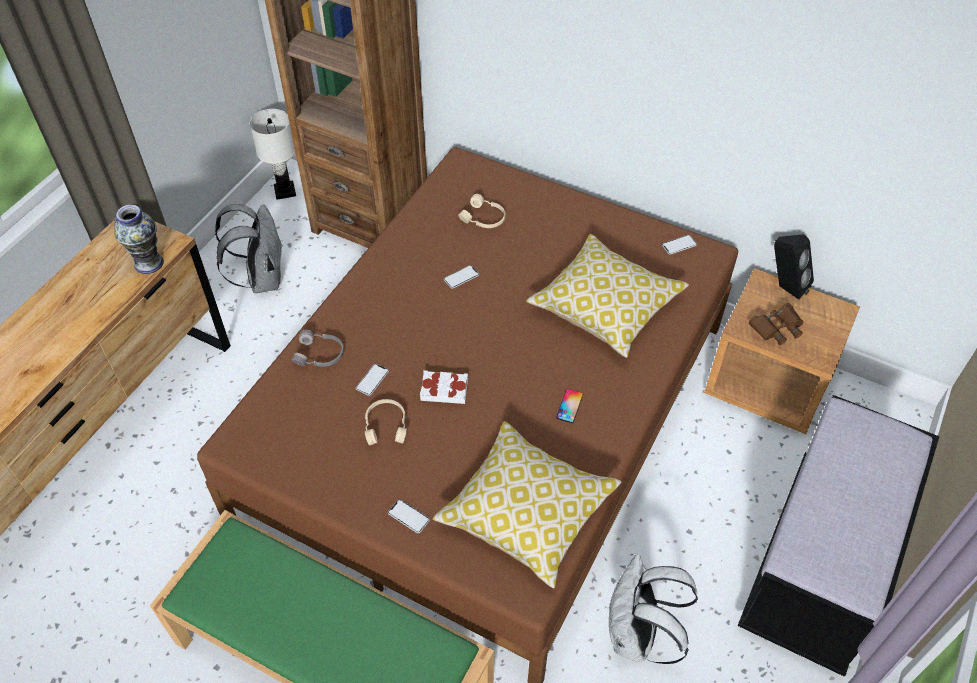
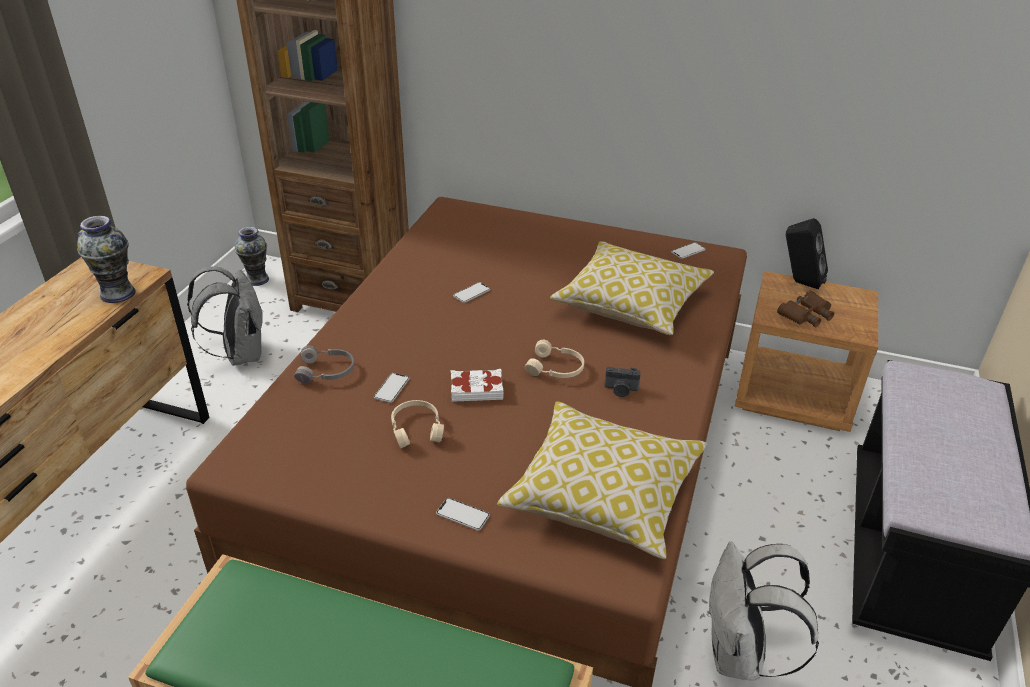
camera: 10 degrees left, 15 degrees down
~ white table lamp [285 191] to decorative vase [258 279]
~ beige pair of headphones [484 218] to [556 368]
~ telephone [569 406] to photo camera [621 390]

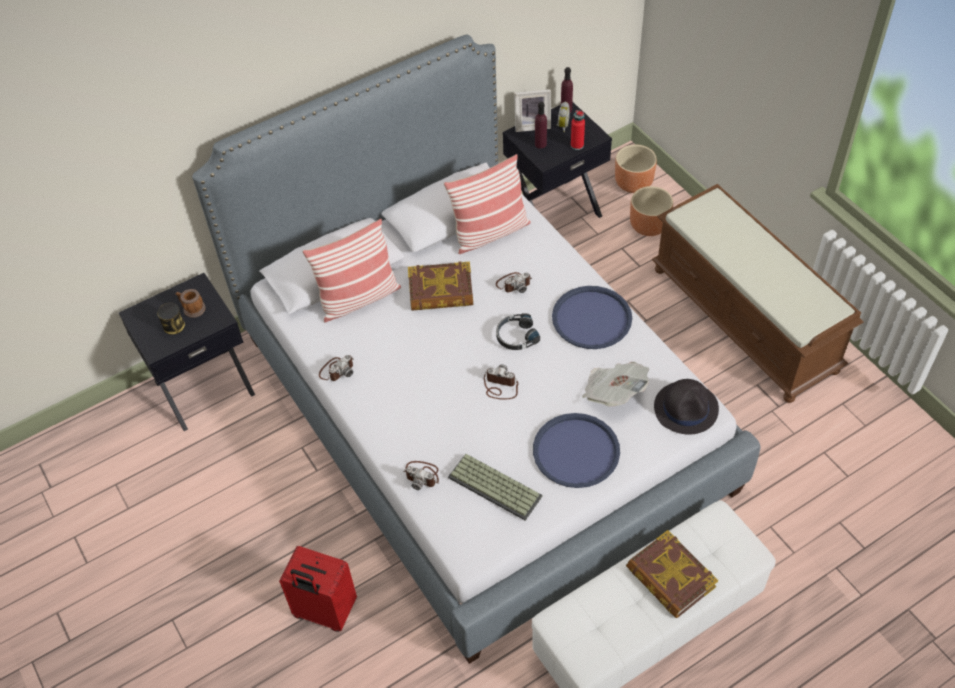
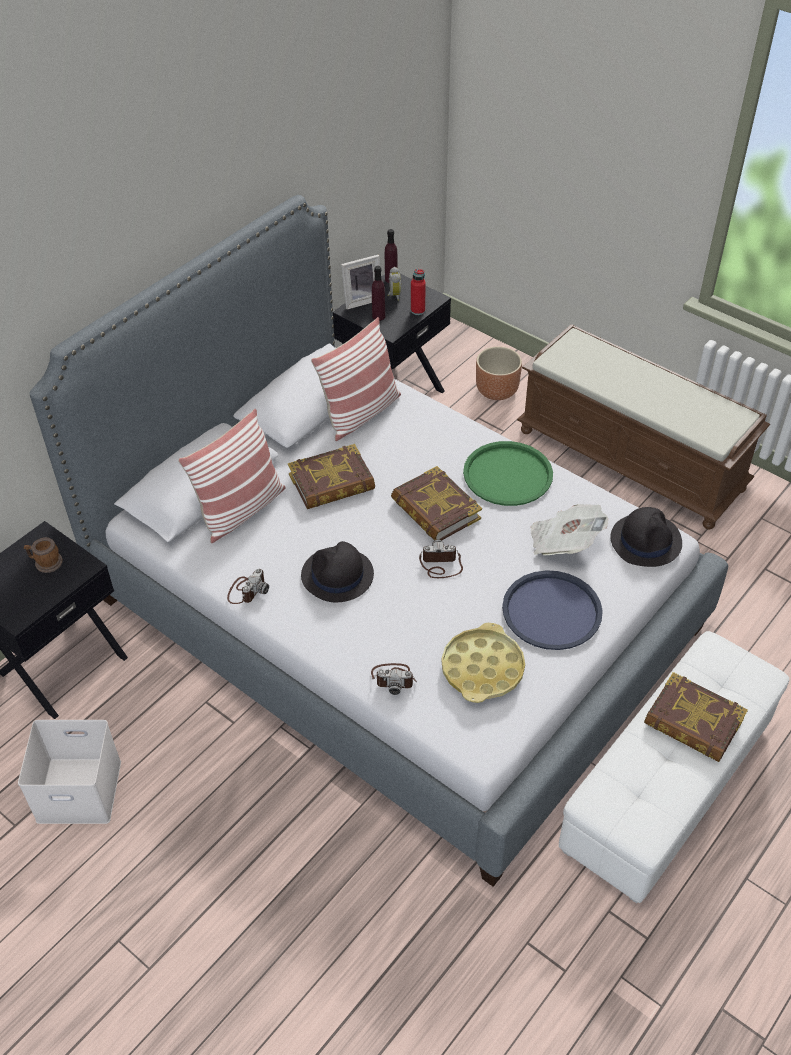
camera: 20 degrees left, 5 degrees down
- sealed can [174 326]
- red-coloured suitcase [324 611]
~ keyboard [496 486] to yellowish tray [482 668]
- photo camera [514 283]
~ blackish pair of headphones [516 336] to bound book [435 510]
~ bluish tray [592 318] to greenish tray [508 474]
- brownish plant pot [634 184]
+ white storage bin [77 792]
+ blackish hat [337 576]

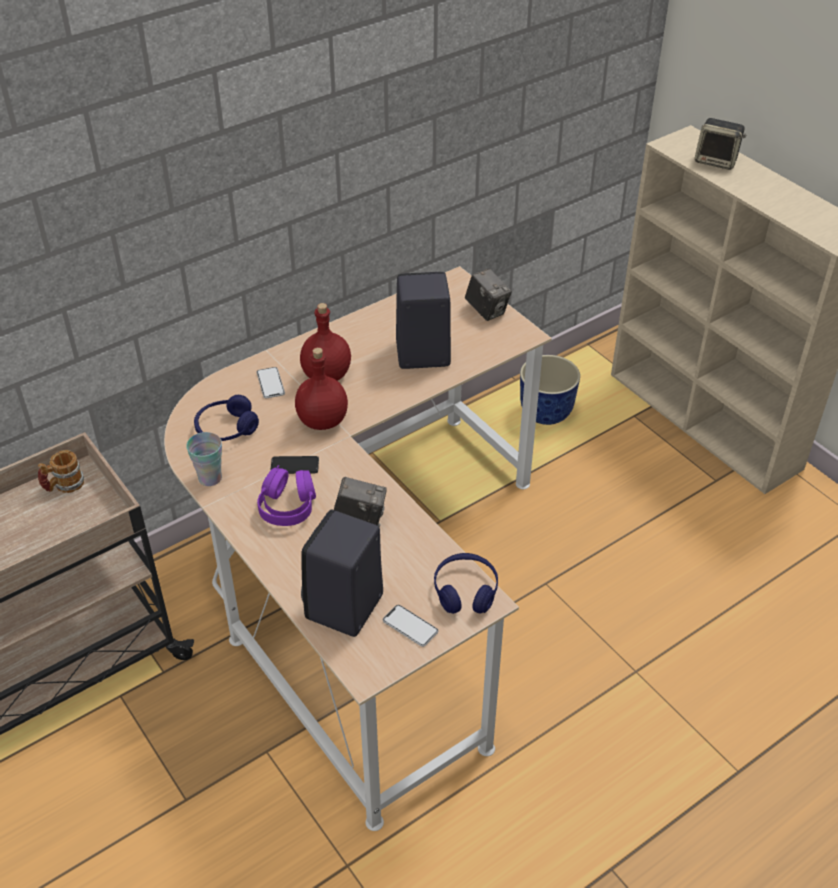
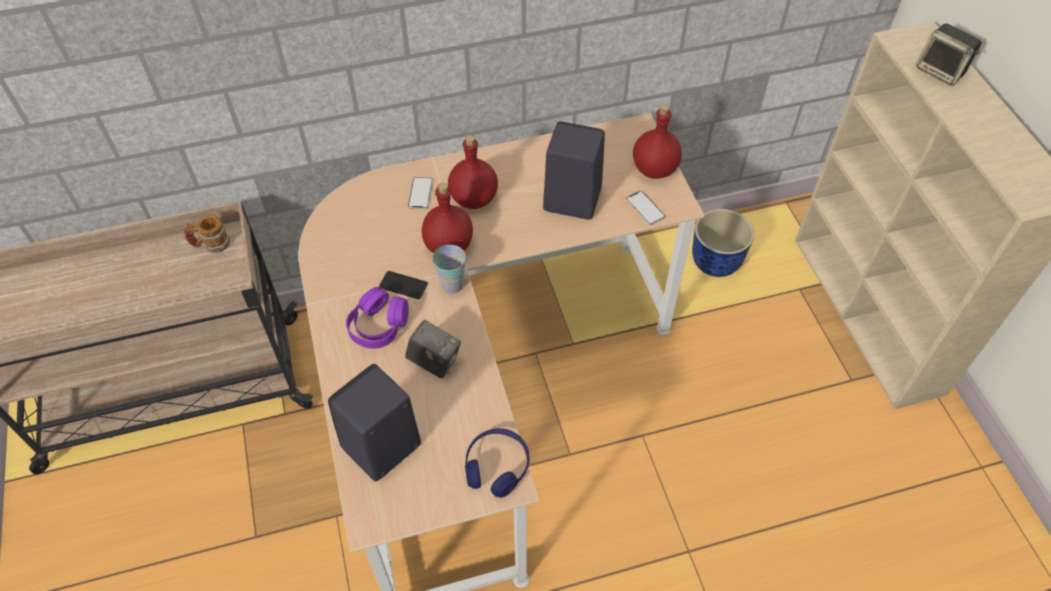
camera: 20 degrees right, 10 degrees up
~ small cup [210 478] to [452 285]
- bluish pair of headphones [226 428]
~ telephone [410 626] to [645 208]
~ photo camera [487 310] to red-coloured beverage bottle [654 168]

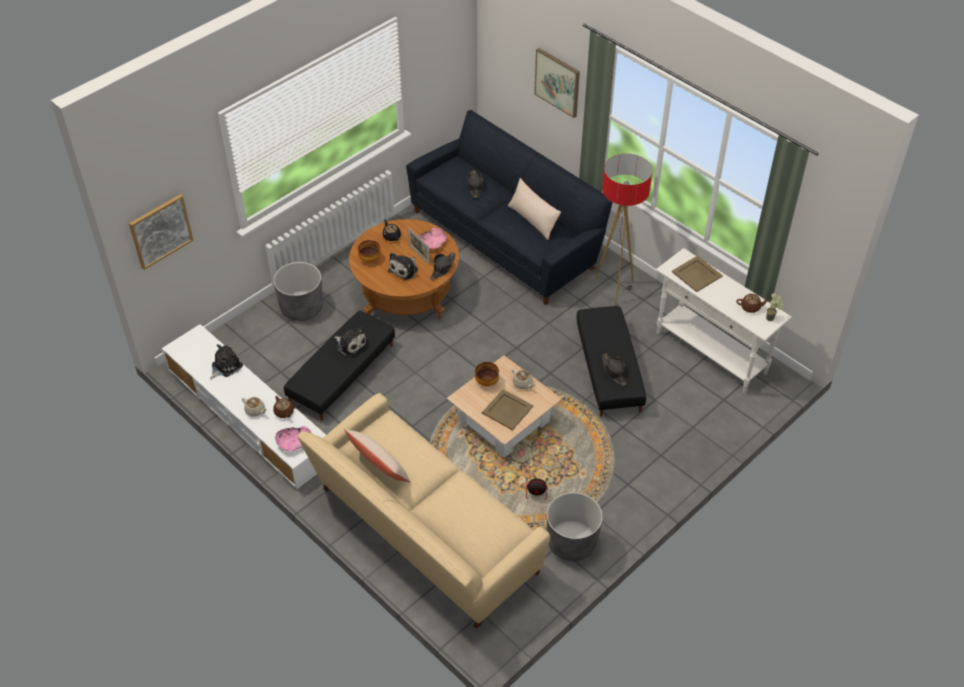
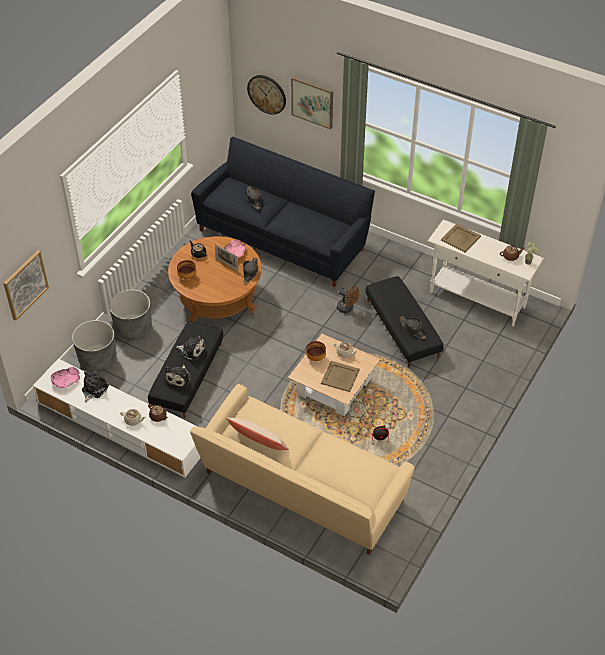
camera: 15 degrees left, 0 degrees up
~ pinkish bowl [294 442] to [66 381]
~ soft toy [404 269] to [179 378]
- beige throw pillow [533 219]
~ gray plant pot [571 542] to [98 359]
- standard lamp [615 289]
+ wall clock [267 94]
+ brownish fan [347 308]

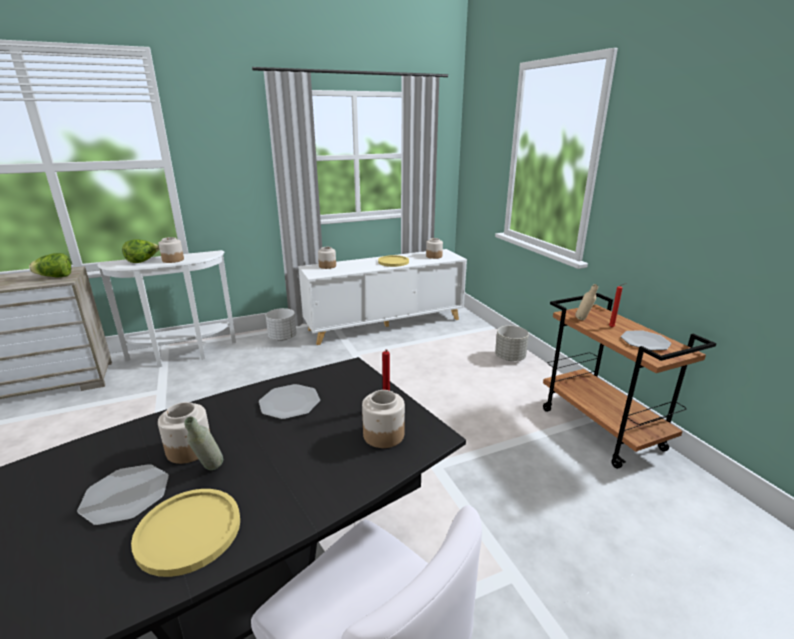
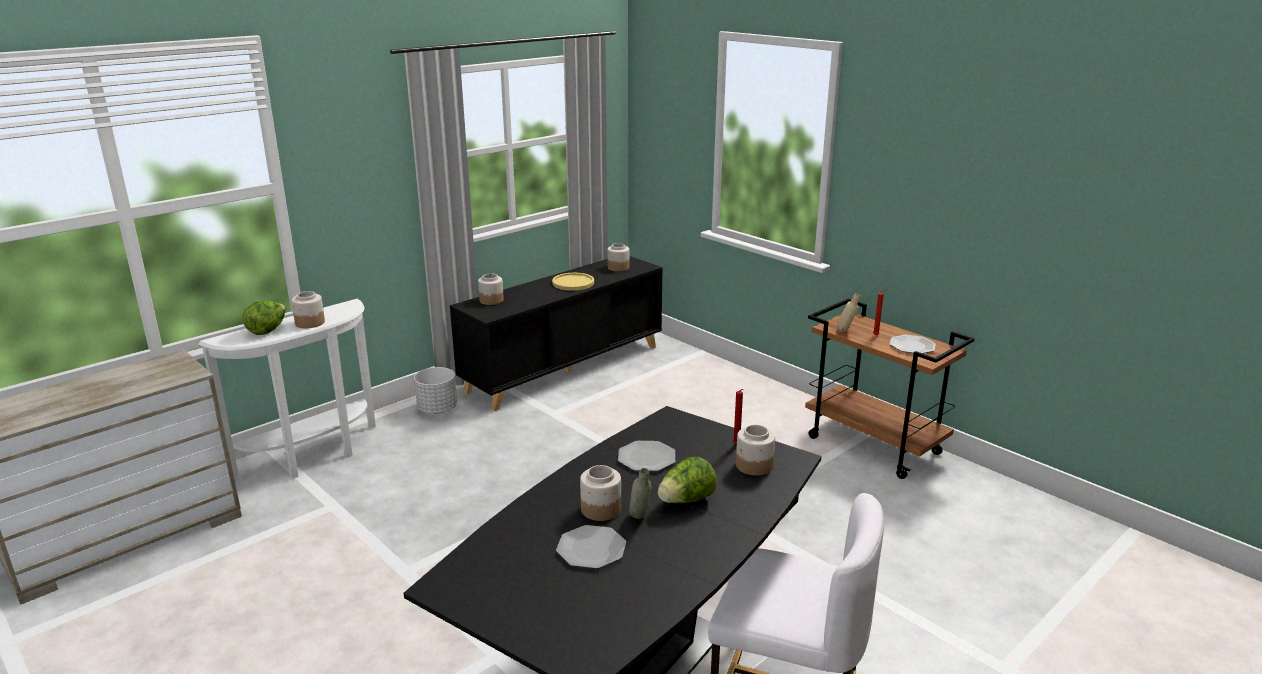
camera: 20 degrees left, 0 degrees up
~ lettuce [55 277] to [686 500]
- yellowish plate [188 531]
~ white cupboard [385 324] to blackish cupboard [565 368]
- gray plant pot [509 357]

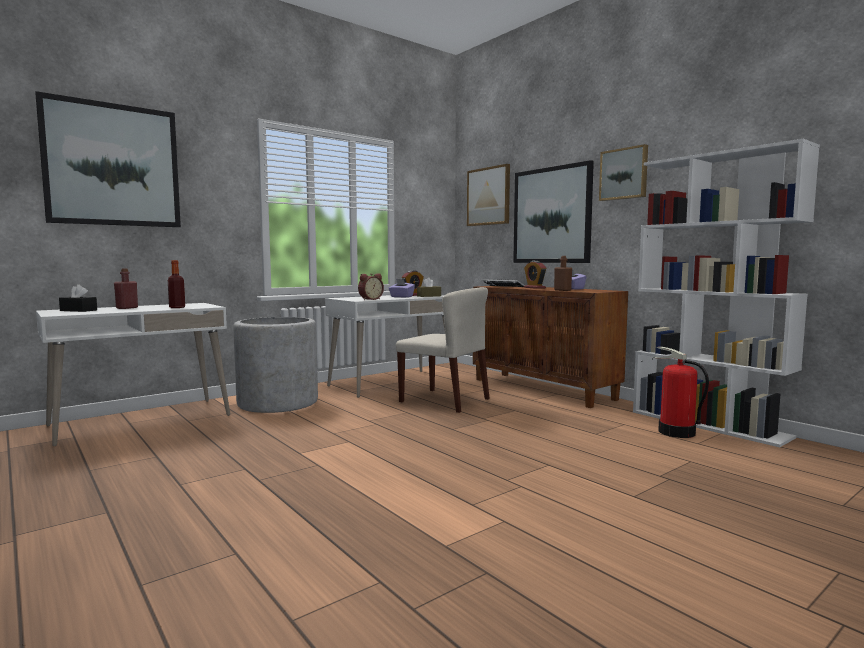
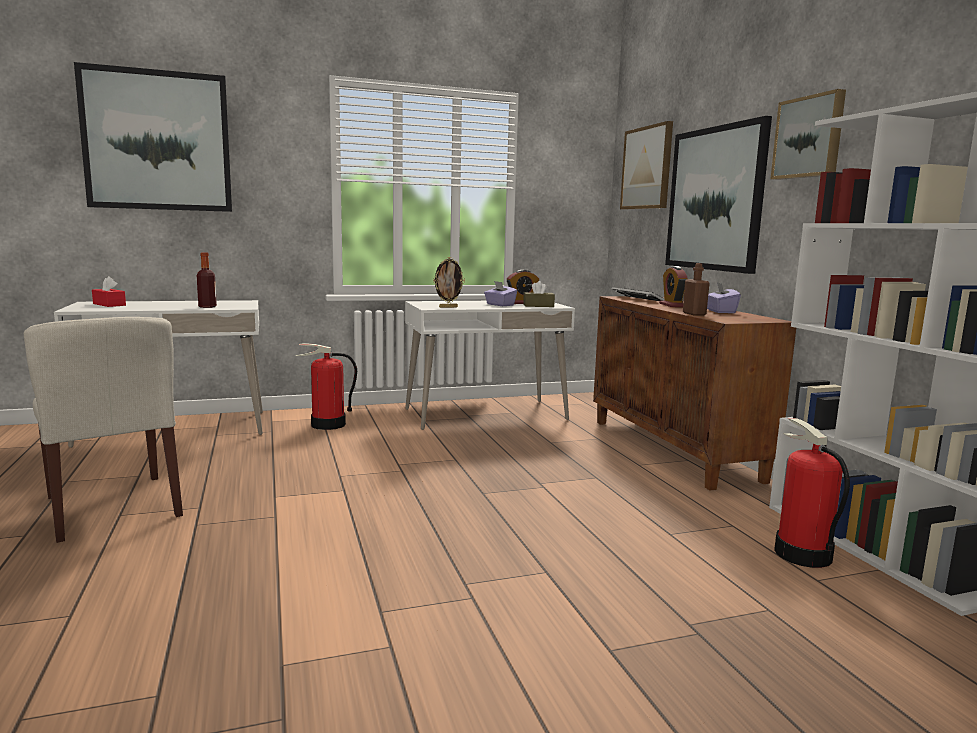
camera: 20 degrees right, 5 degrees up
~ blackish tissue box [78 310] to red-coloured tissue box [109 304]
- red-coloured beverage bottle [127 308]
~ gray plant pot [277 403] to fire extinguisher [328 425]
~ table clock [370 299] to photo frame [448 307]
~ beige upright chair [445 400] to [114 506]

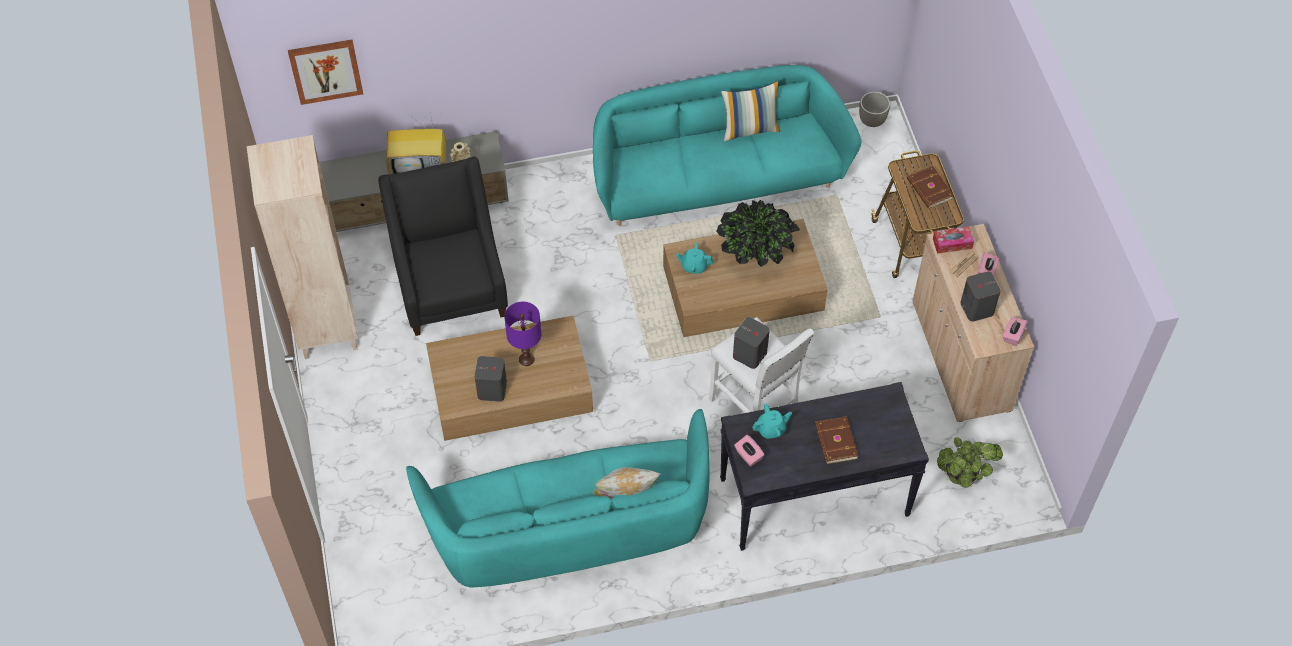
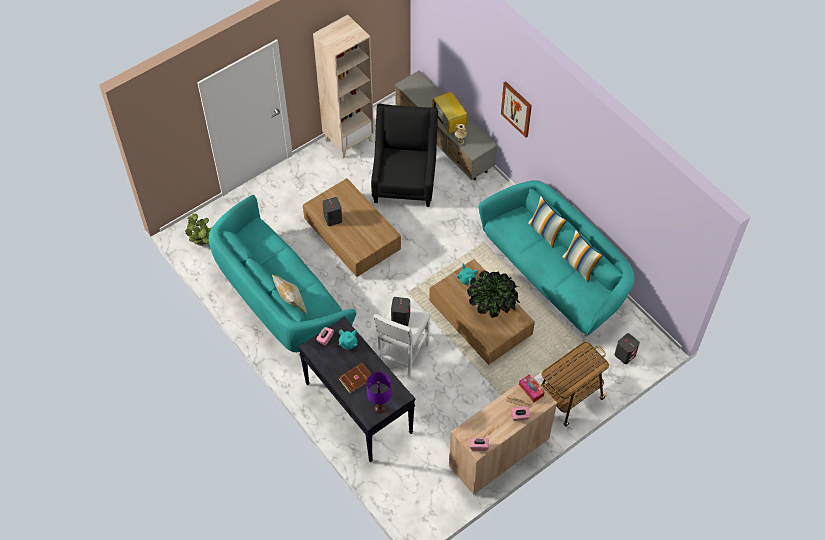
camera: 65 degrees right, 0 degrees up
~ wall art [326 70] to [516 109]
~ blackish easy chair [451 286] = [405 181] 45 degrees counterclockwise
~ purplish table lamp [526 359] to [379 408]
- gray plant pot [872 121]
- brownish bound book [929 189]
~ plant in a pot [963 475] to [203 242]
~ gray audio speaker [976 308] to [625 355]
+ throw pillow [545 232]

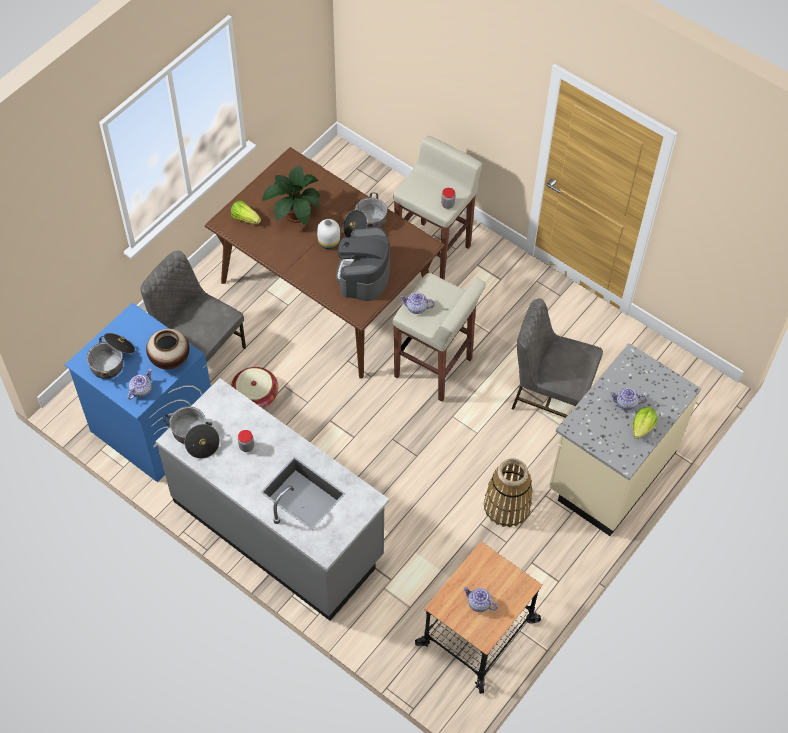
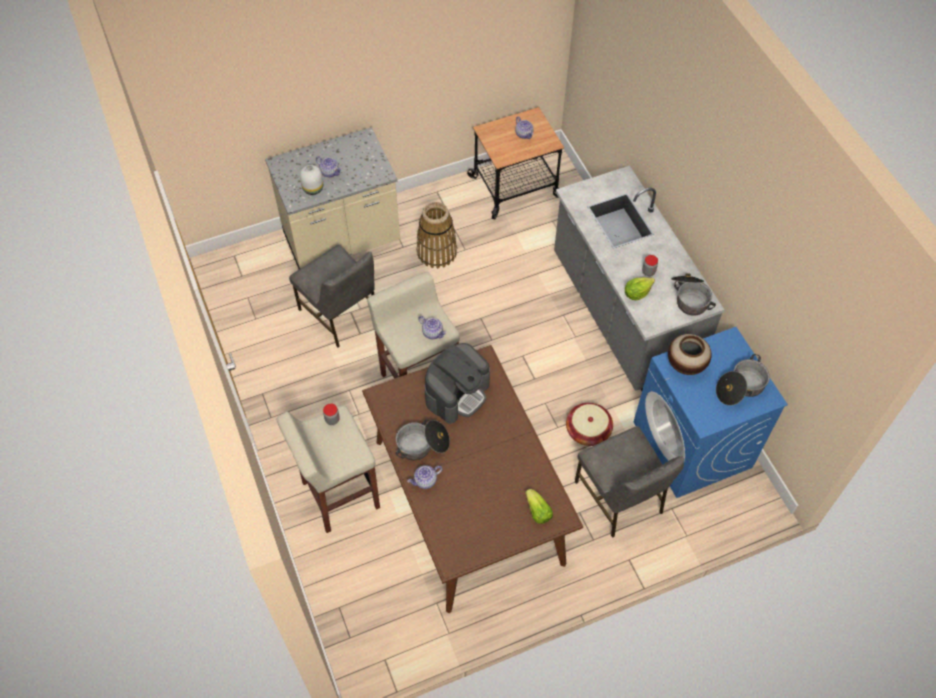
camera: 150 degrees left, 0 degrees up
~ teapot [141 390] to [425 481]
- plant in a pot [294 214]
~ white decorative vase [328 242] to [313 189]
~ lettuce [642 427] to [637 293]

